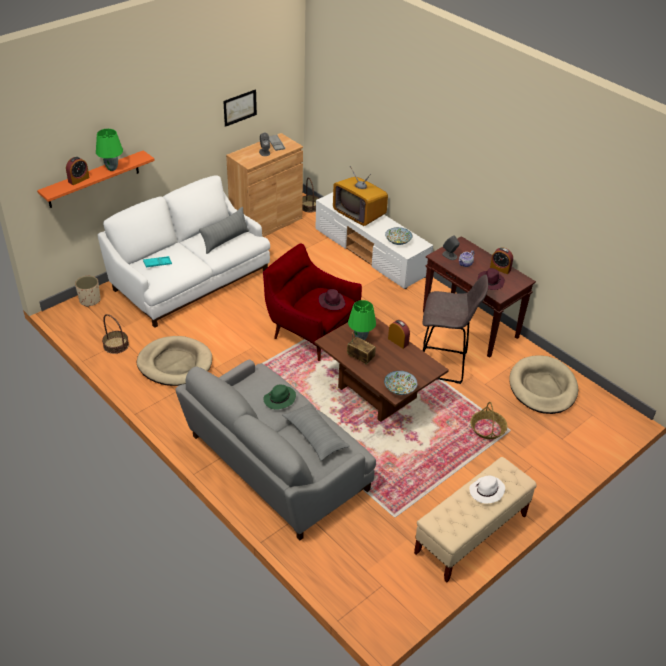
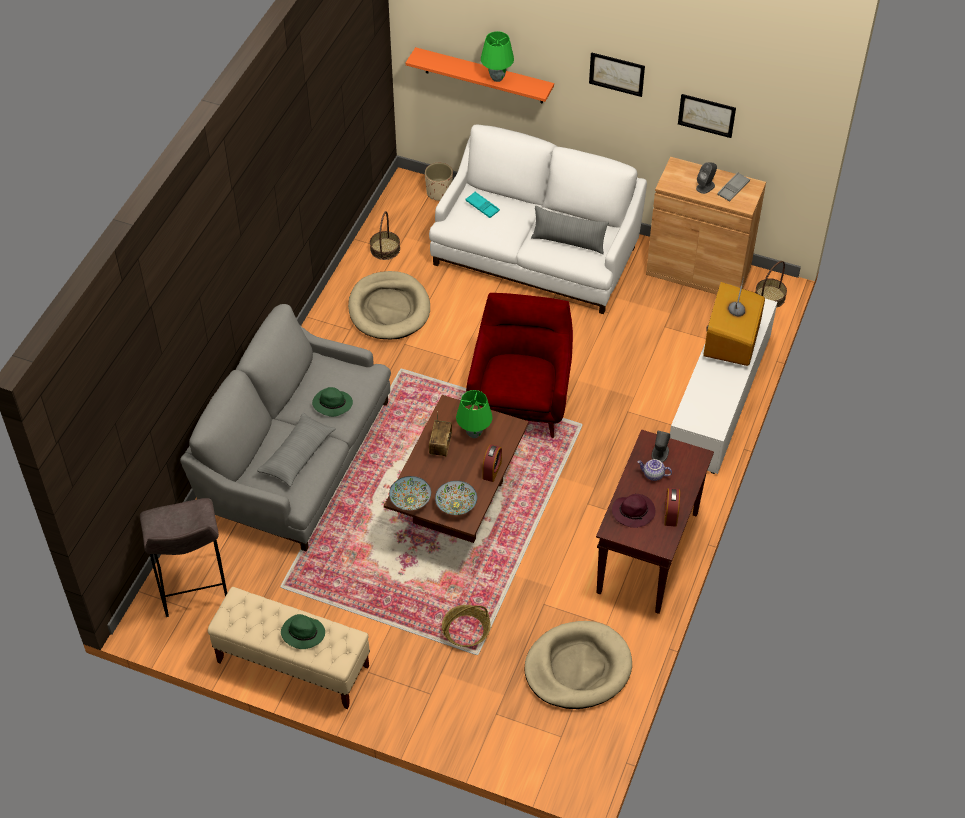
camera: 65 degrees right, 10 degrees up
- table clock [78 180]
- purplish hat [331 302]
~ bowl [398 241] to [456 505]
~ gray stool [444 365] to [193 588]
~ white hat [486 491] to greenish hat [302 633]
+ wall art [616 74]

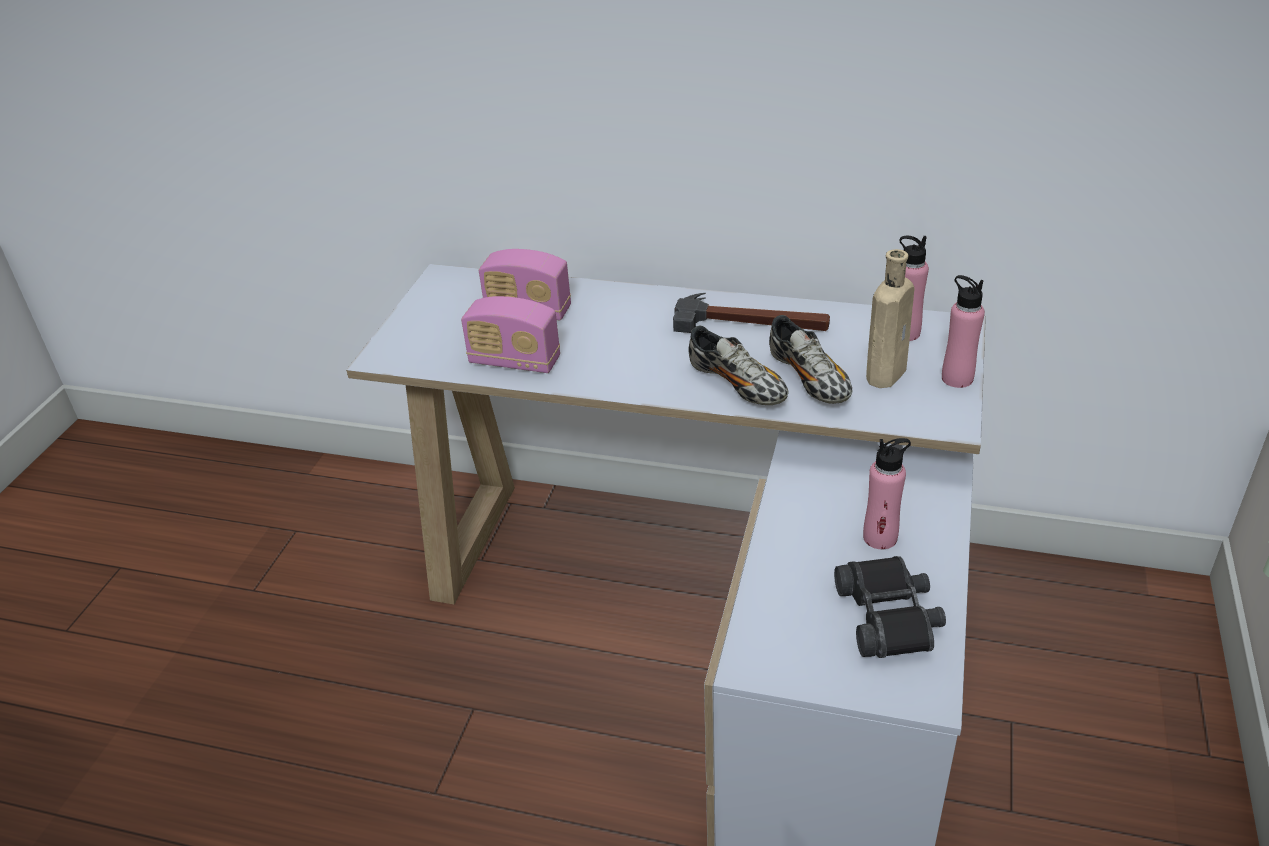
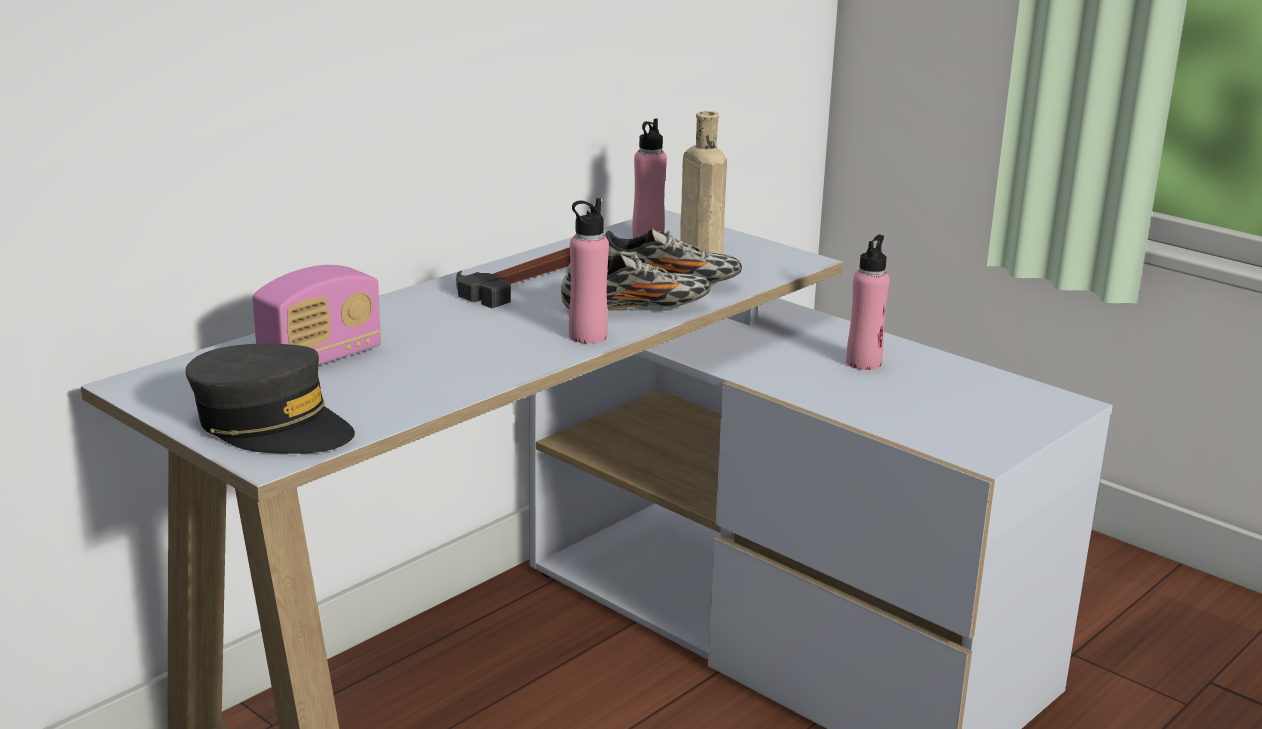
camera: 65 degrees left, 15 degrees down
- radio set [514 362]
- blackish field glasses [889 616]
~ pinkish beverage bottle [957 378] to [587 336]
+ gray cap [271 425]

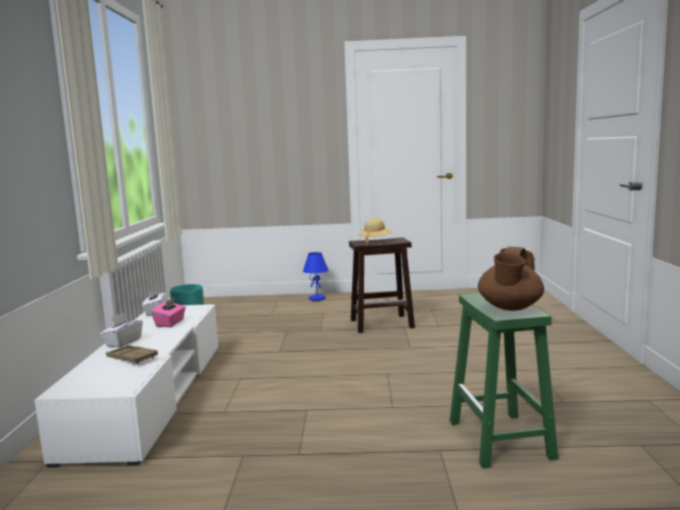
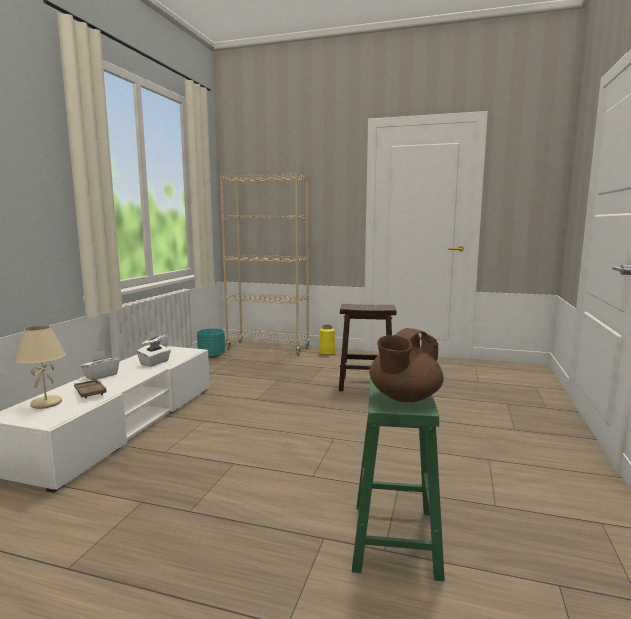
camera: 15 degrees right, 0 degrees up
~ pinkish tissue box [170 323] to white tissue box [155 363]
~ bluish table lamp [317 298] to yellowish decorative vase [327 353]
- beige hat [375 241]
+ beige table lamp [46 403]
+ beige bookcase [268 348]

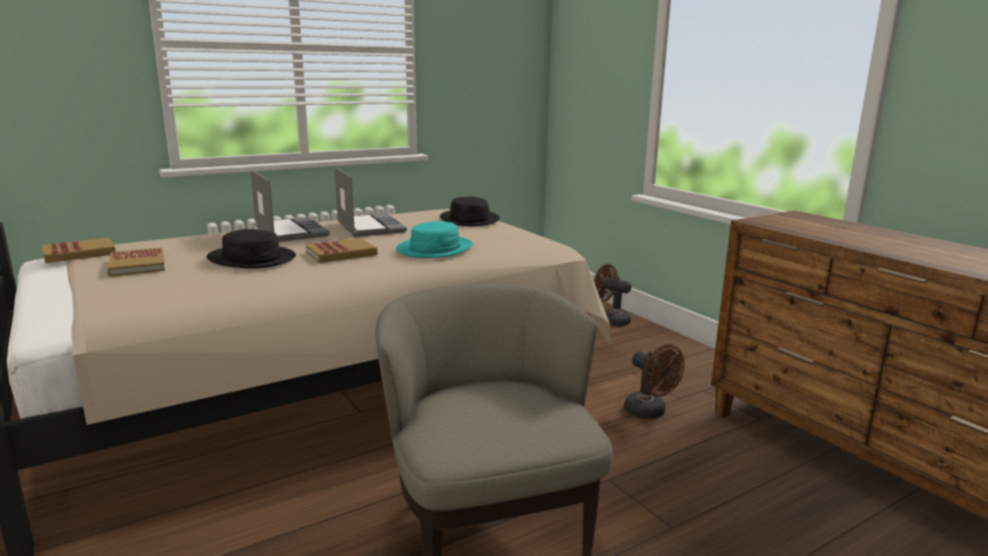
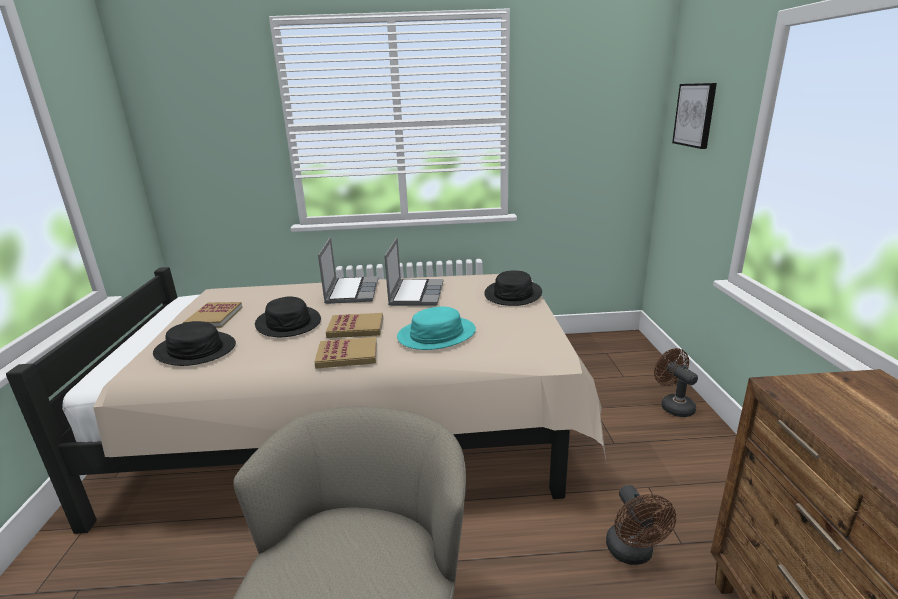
camera: 30 degrees right, 5 degrees up
~ bound book [79 253] to [347 355]
+ blackish hat [195 350]
+ wall art [695 115]

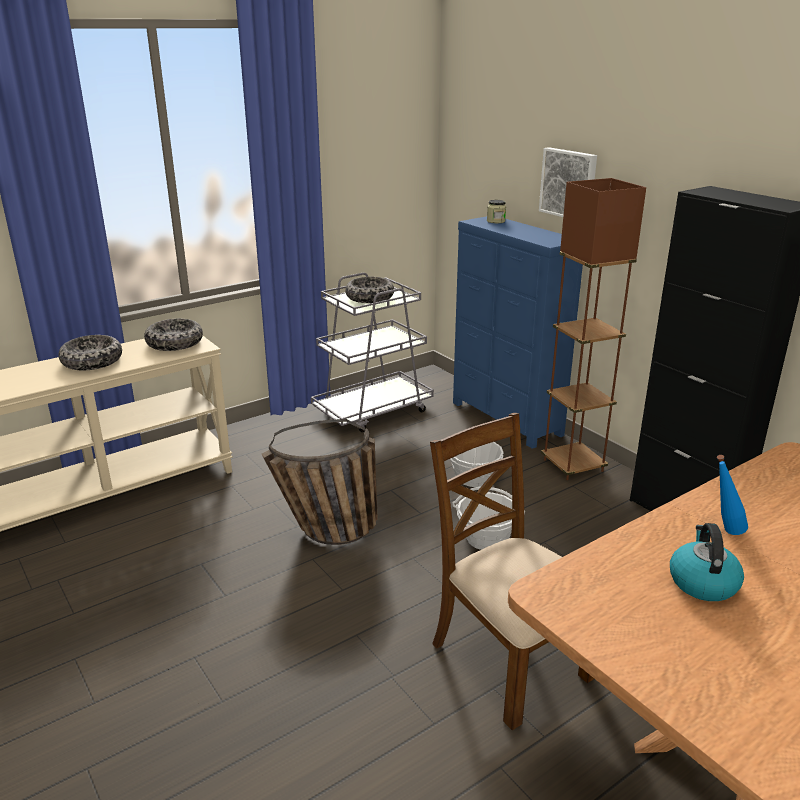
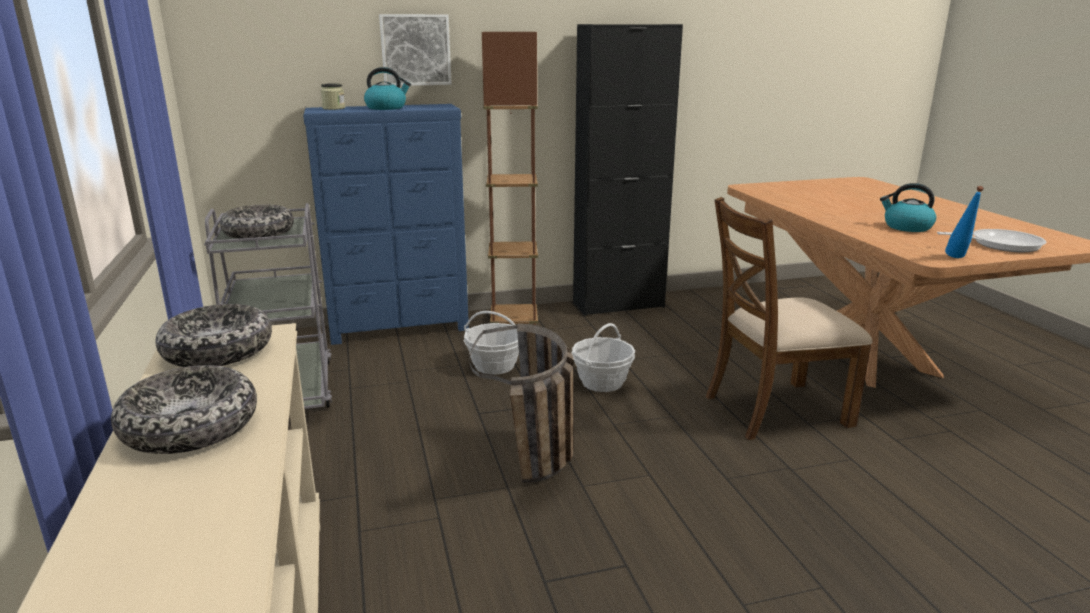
camera: 70 degrees left, 5 degrees down
~ bluish beverage bottle [723 531] to [958 258]
+ water kettle [386 108]
+ frying pan [999 245]

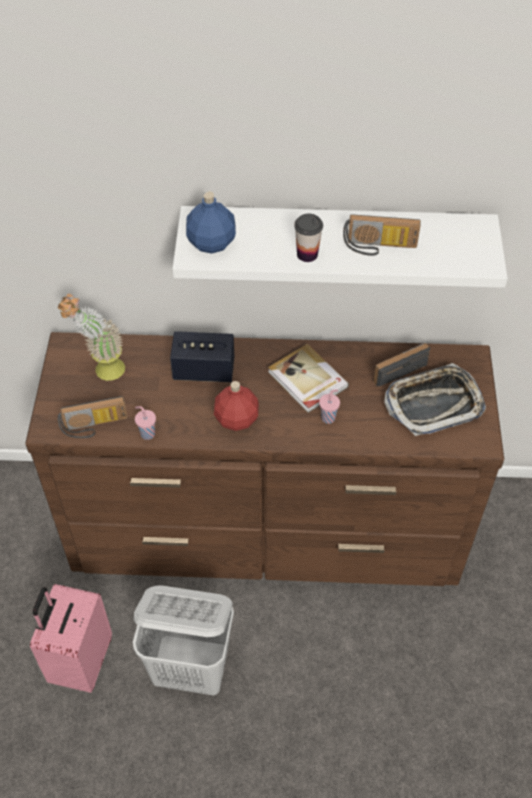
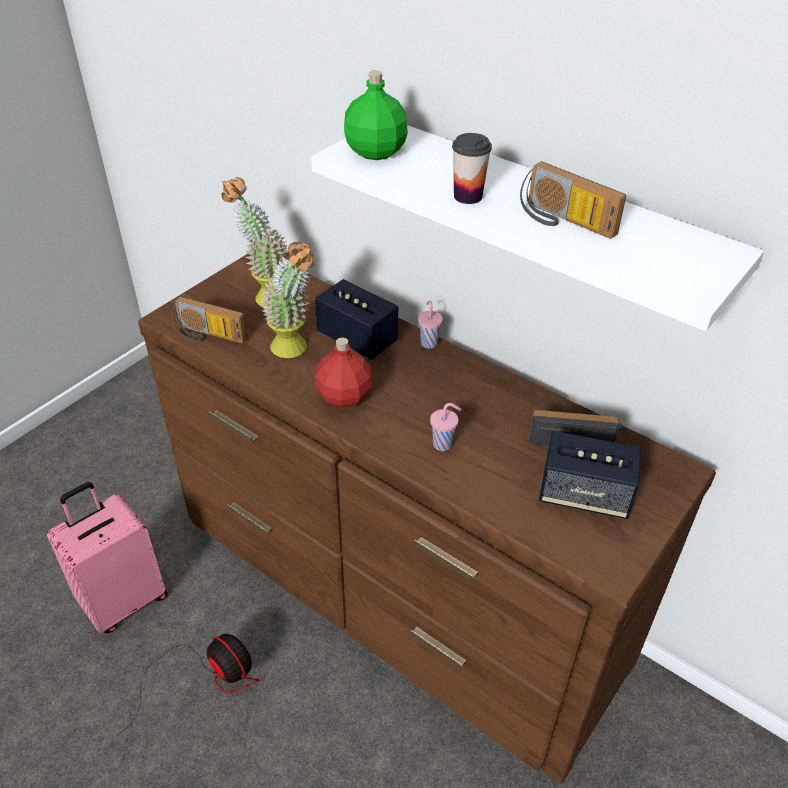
camera: 35 degrees right, 10 degrees down
~ white washing basket [192 670] to fan [207 677]
~ pinkish small cup [147 433] to [428 342]
~ bluish beverage bottle [211 243] to greenish beverage bottle [375 152]
- bound book [307 380]
~ tray [434 404] to audio speaker [584 495]
+ plant in a pot [295 351]

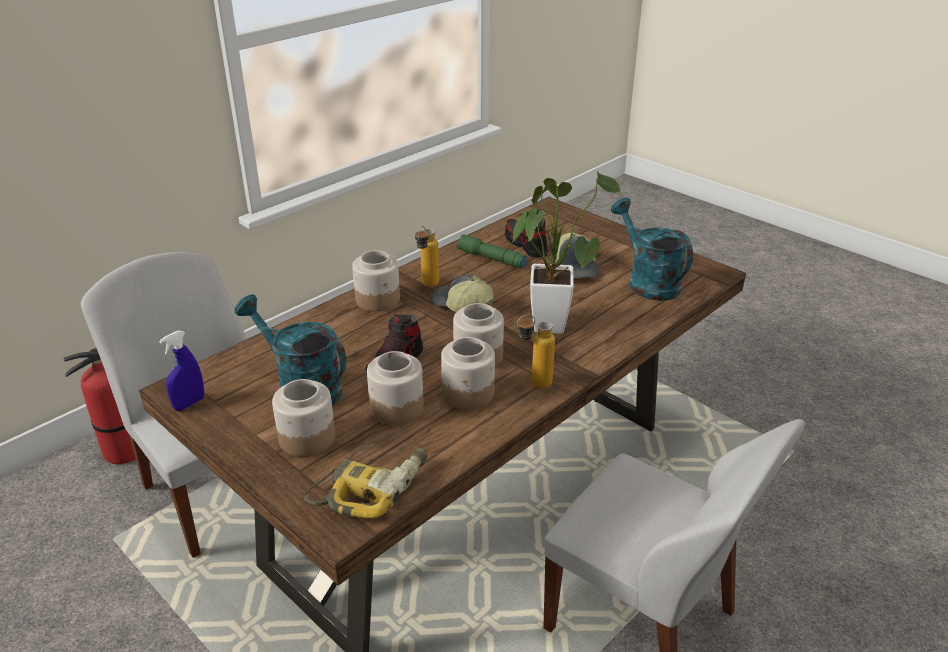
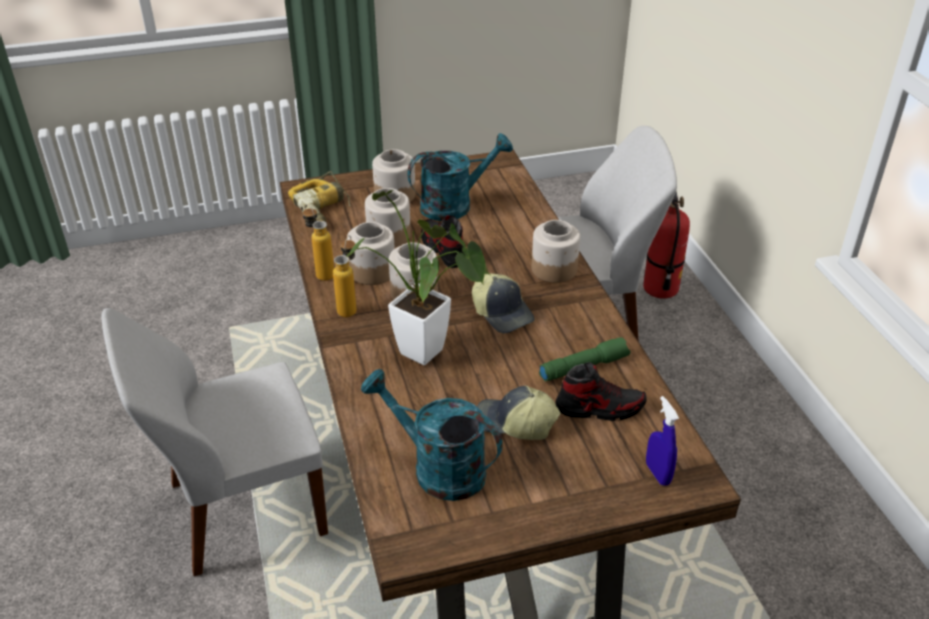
camera: 120 degrees right, 5 degrees up
~ bluish sprayer [189 404] to [657 474]
~ beverage bottle [427 286] to [321 272]
~ cap [462 305] = [502 313] 75 degrees clockwise
~ turquoise sprinkling can [647 282] = [437 468] 150 degrees counterclockwise

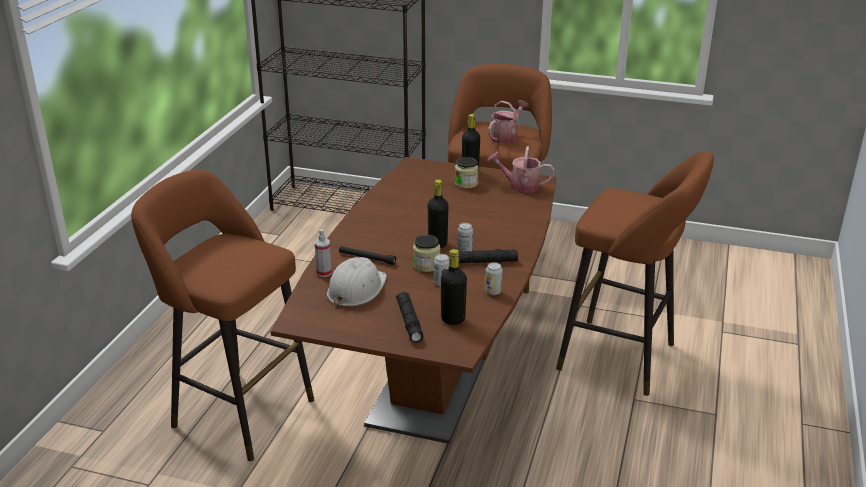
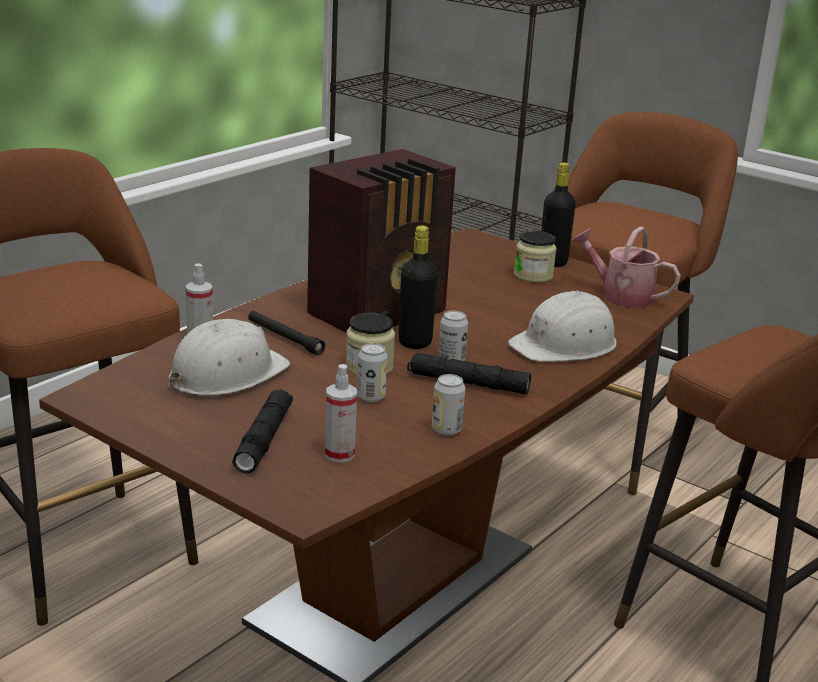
camera: 20 degrees right, 5 degrees down
~ blackish beverage bottle [453 319] to sprayer [339 454]
- sprinkling can [506 137]
+ radio set [381 313]
+ white safety helmet [565 344]

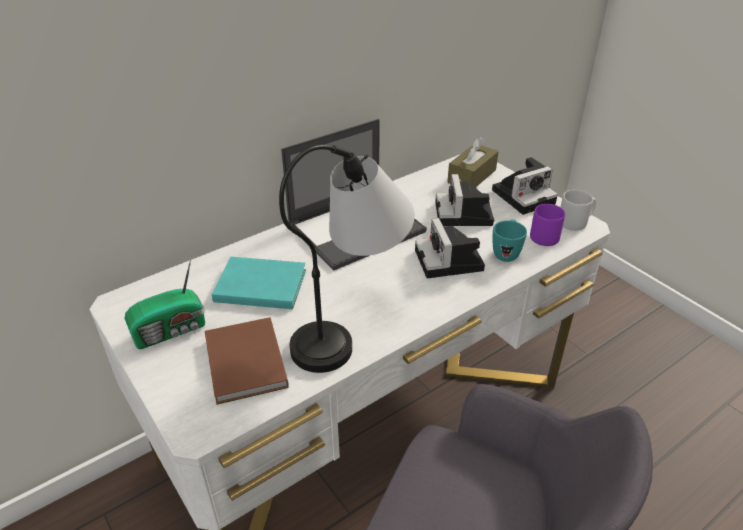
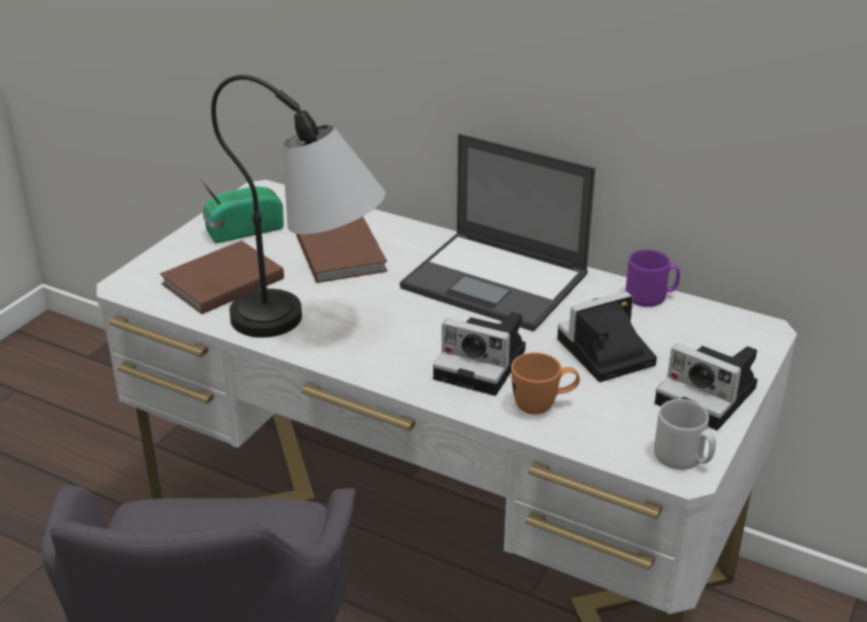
camera: 65 degrees right, 5 degrees down
~ radio set [172 331] = [242 230] 120 degrees clockwise
~ turquoise bound book [259 284] to brownish bound book [341 252]
~ photo camera [450 262] = [484 365] 120 degrees counterclockwise
- brownish tissue box [472 176]
~ turquoise coffee mug [506 253] to orangey coffee mug [543 406]
~ purplish coffee mug [545 236] to [651 296]

